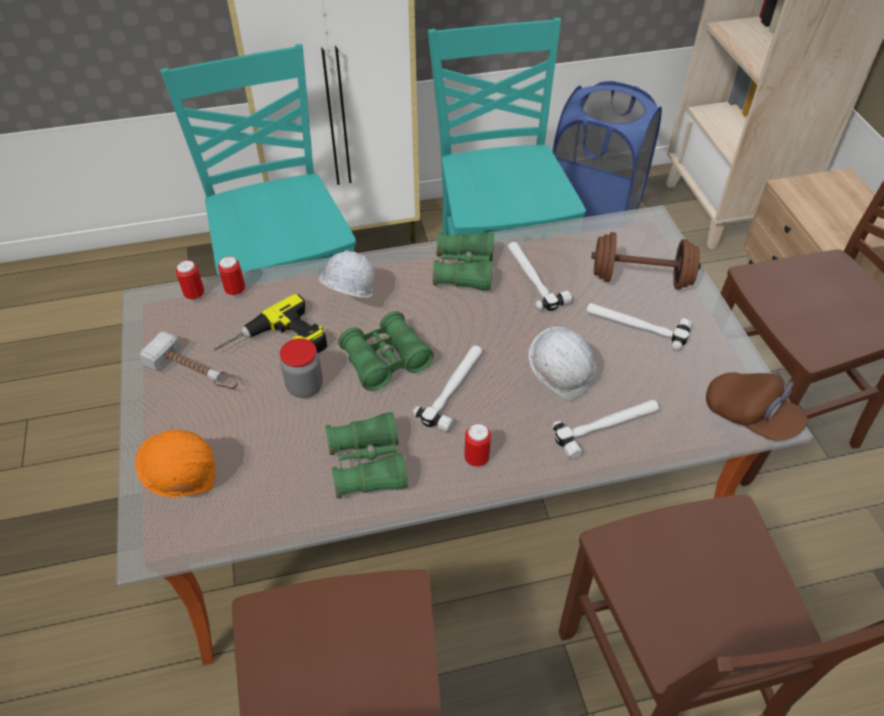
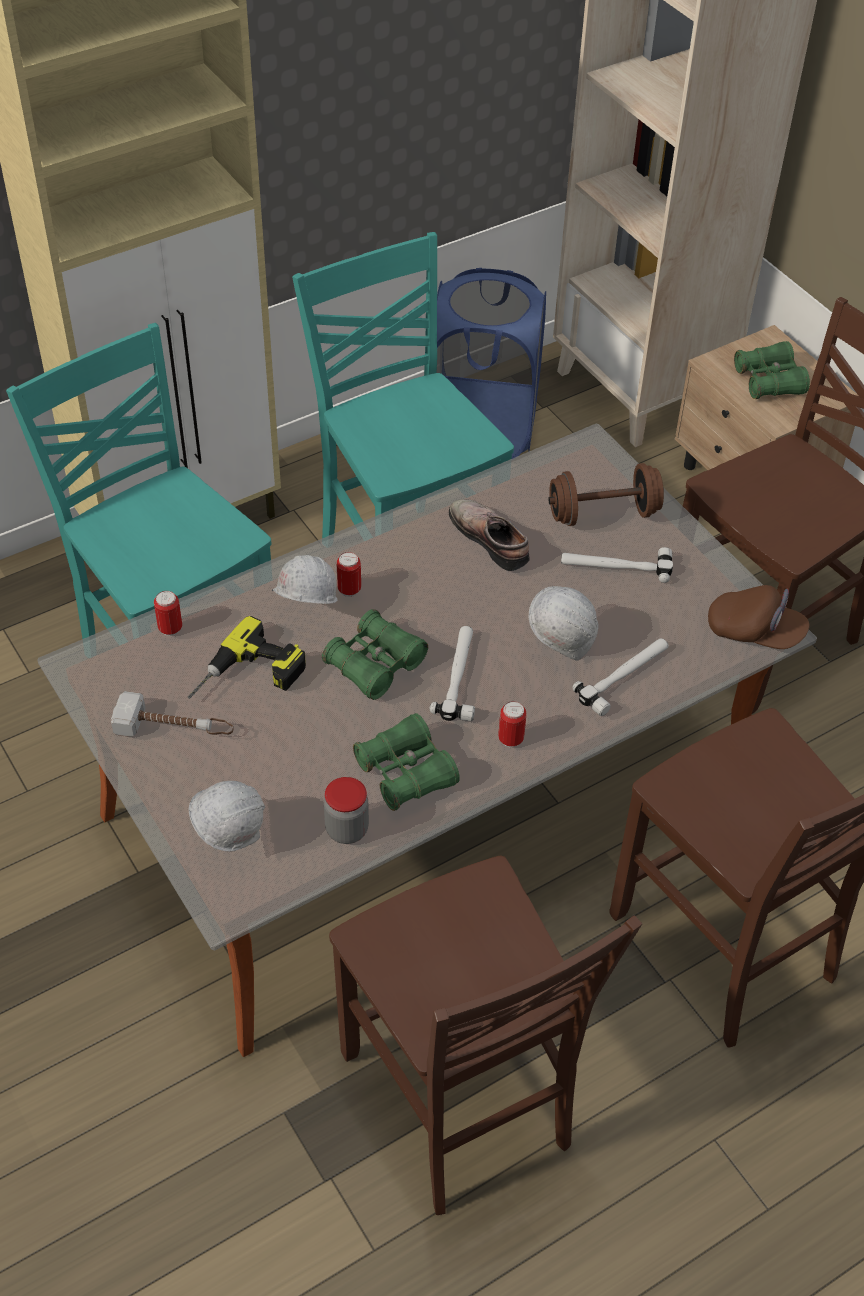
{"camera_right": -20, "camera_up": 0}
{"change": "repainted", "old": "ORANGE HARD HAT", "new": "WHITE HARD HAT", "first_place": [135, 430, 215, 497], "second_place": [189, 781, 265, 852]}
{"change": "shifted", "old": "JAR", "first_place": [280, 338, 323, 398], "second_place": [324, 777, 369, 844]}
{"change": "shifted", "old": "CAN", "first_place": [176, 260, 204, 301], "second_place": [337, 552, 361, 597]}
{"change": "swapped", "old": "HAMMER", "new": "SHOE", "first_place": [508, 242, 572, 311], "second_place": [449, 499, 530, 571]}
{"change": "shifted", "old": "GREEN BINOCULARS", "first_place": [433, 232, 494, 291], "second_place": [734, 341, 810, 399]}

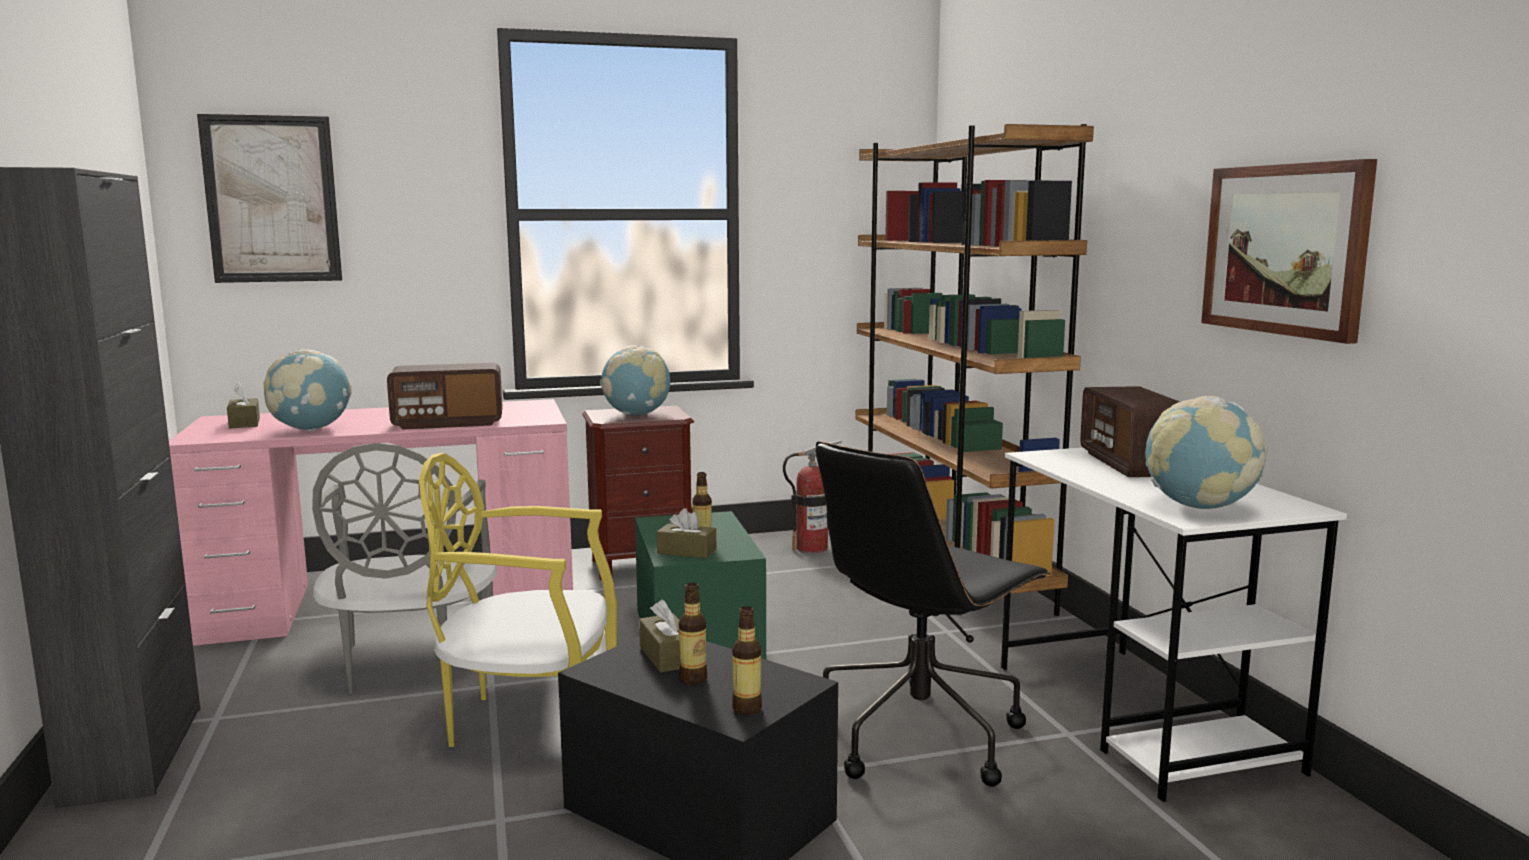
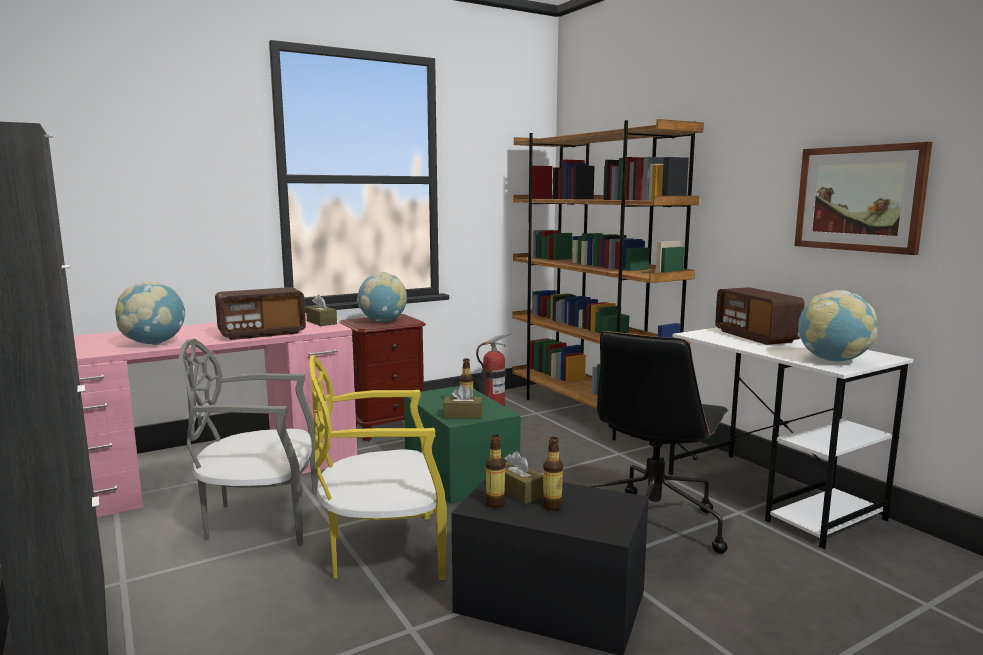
{"camera_right": -15, "camera_up": 0}
{"change": "rotated", "old": "GREY CHAIR", "first_place": [312, 443, 497, 694], "second_place": [179, 339, 318, 546], "degrees": 105}
{"change": "shifted", "old": "BROWN TISSUE BOX", "first_place": [227, 383, 260, 428], "second_place": [306, 295, 337, 326]}
{"change": "shifted", "old": "BOTTLE", "first_place": [732, 606, 762, 715], "second_place": [485, 435, 506, 508]}
{"change": "gone", "old": "PICTURE", "first_place": [197, 114, 342, 283]}

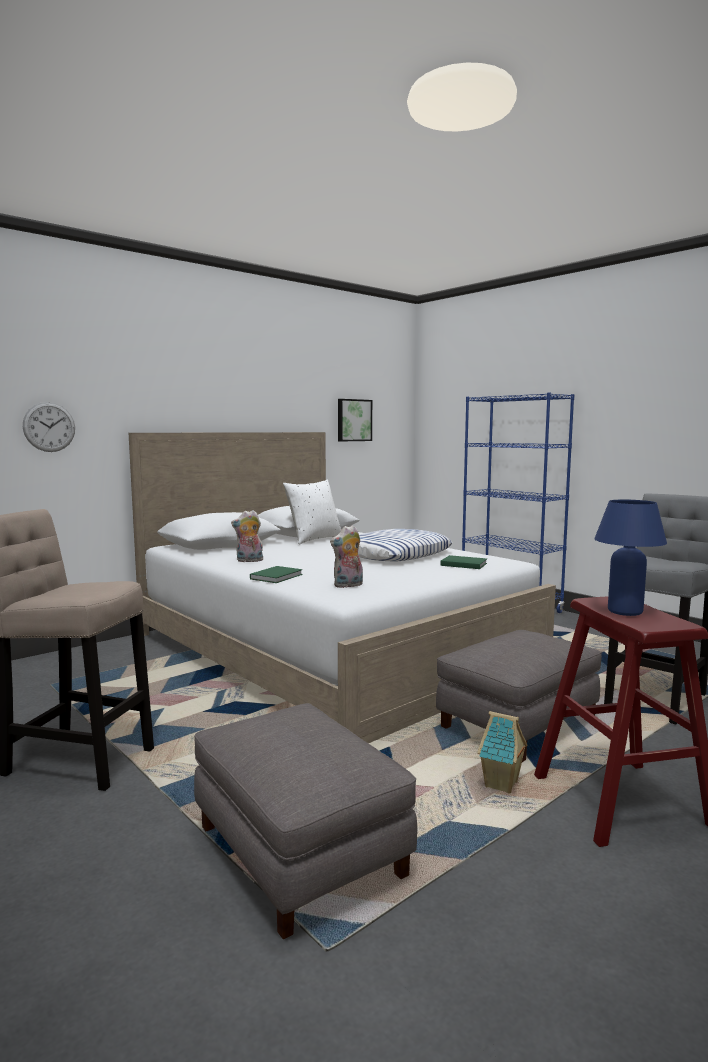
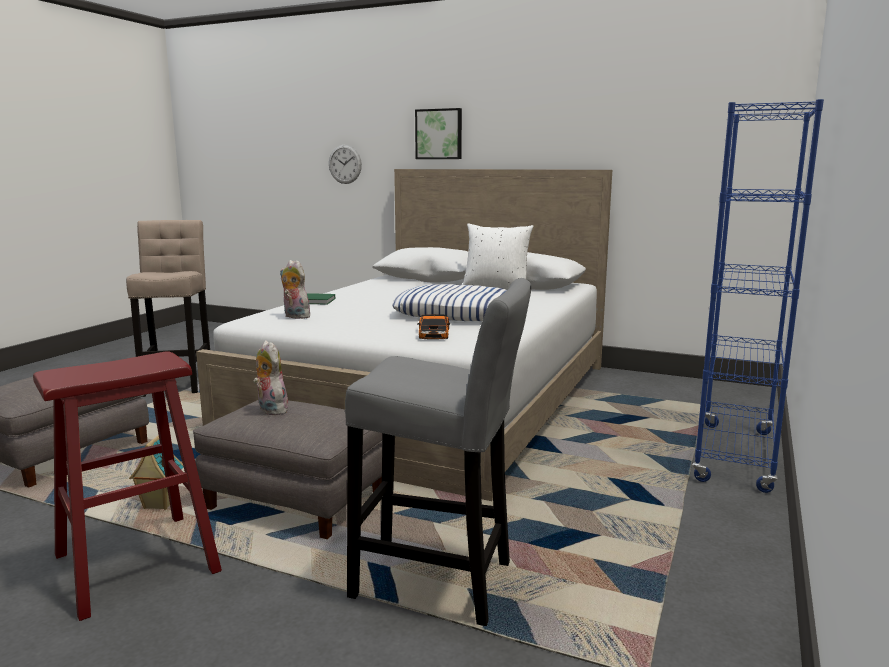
{"camera_right": 65, "camera_up": 5}
{"change": "shifted", "old": "PLUSH TOY", "first_place": [231, 510, 263, 562], "second_place": [253, 340, 288, 415]}
{"change": "shifted", "old": "PICTURE", "first_place": [338, 399, 372, 441], "second_place": [415, 108, 462, 159]}
{"change": "swapped", "old": "GREEN BOOK", "new": "TOY CAR", "first_place": [440, 555, 487, 569], "second_place": [417, 314, 450, 340]}
{"change": "gone", "old": "BLUE TABLE LAMP", "first_place": [594, 500, 667, 616]}

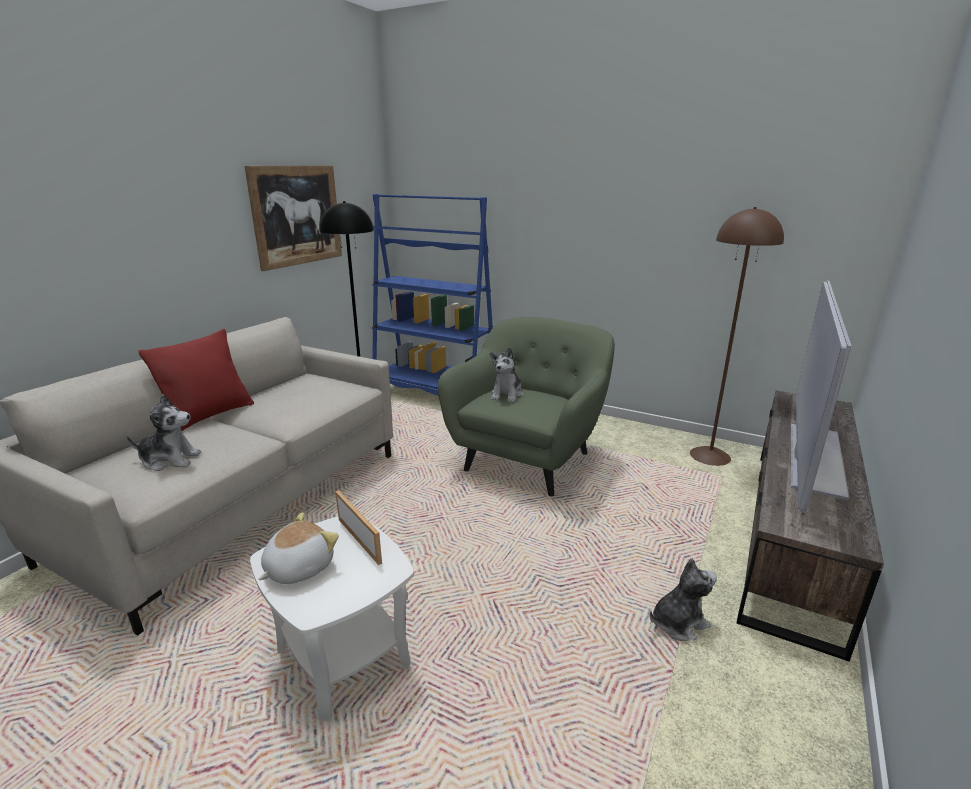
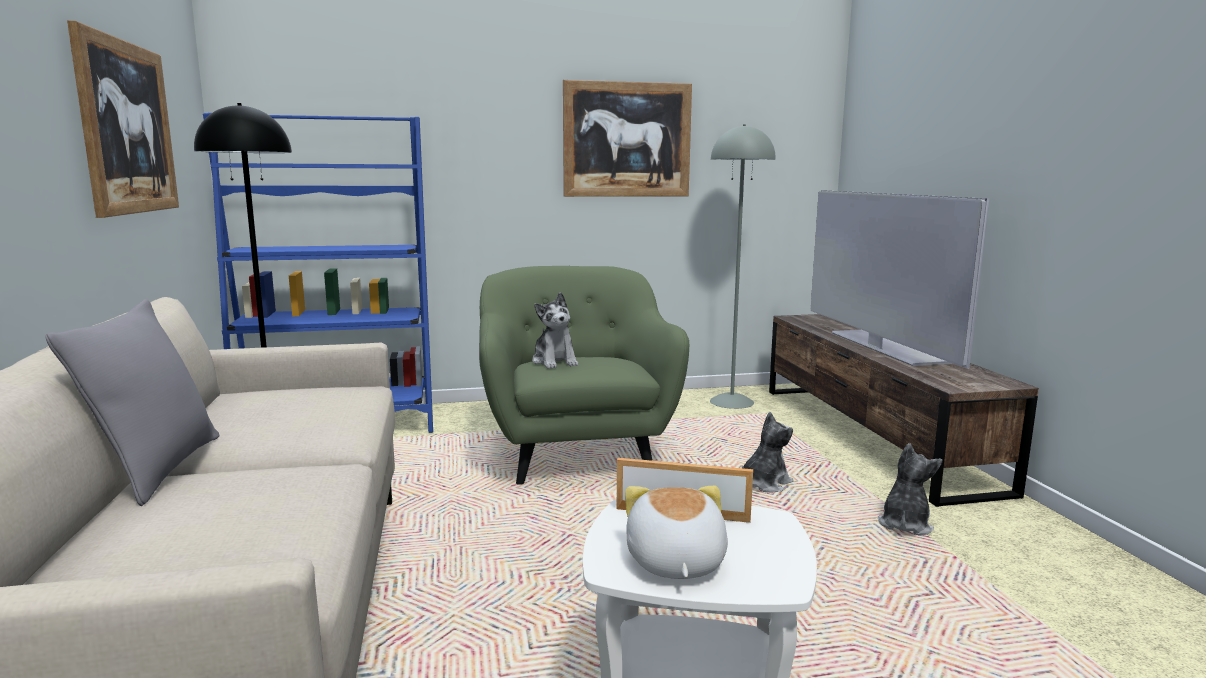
{"camera_right": -40, "camera_up": -10}
{"change": "repainted", "old": "RED PILLOW", "new": "GREY PILLOW", "first_place": [138, 329, 254, 431], "second_place": [45, 299, 220, 506]}
{"change": "new", "new": "PICTURE", "second_place": [563, 80, 692, 197]}
{"change": "repainted", "old": "BROWN FLOOR LAMP", "new": "GREY FLOOR LAMP", "first_place": [690, 207, 784, 466], "second_place": [710, 124, 776, 409]}
{"change": "shifted", "old": "PLUSH TOY", "first_place": [126, 394, 201, 471], "second_place": [742, 412, 793, 493]}

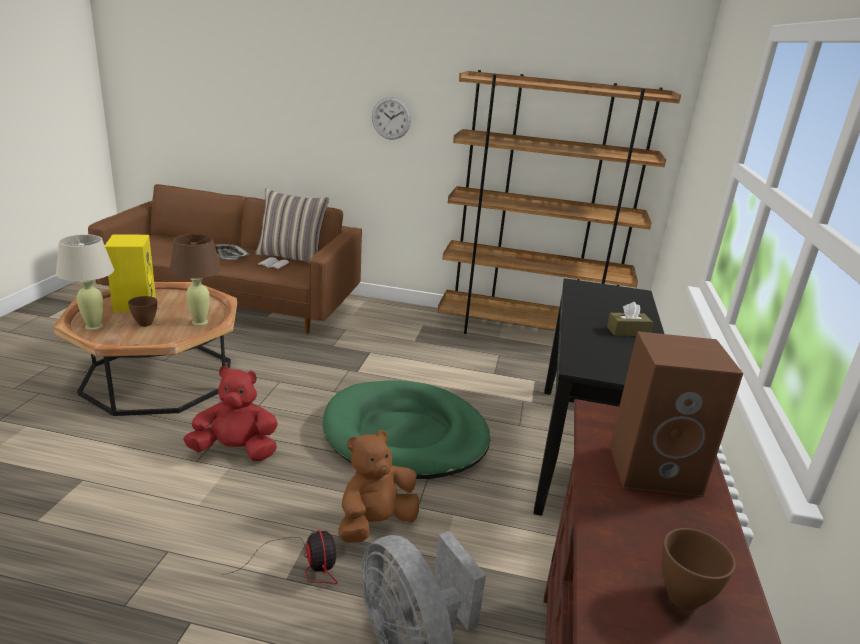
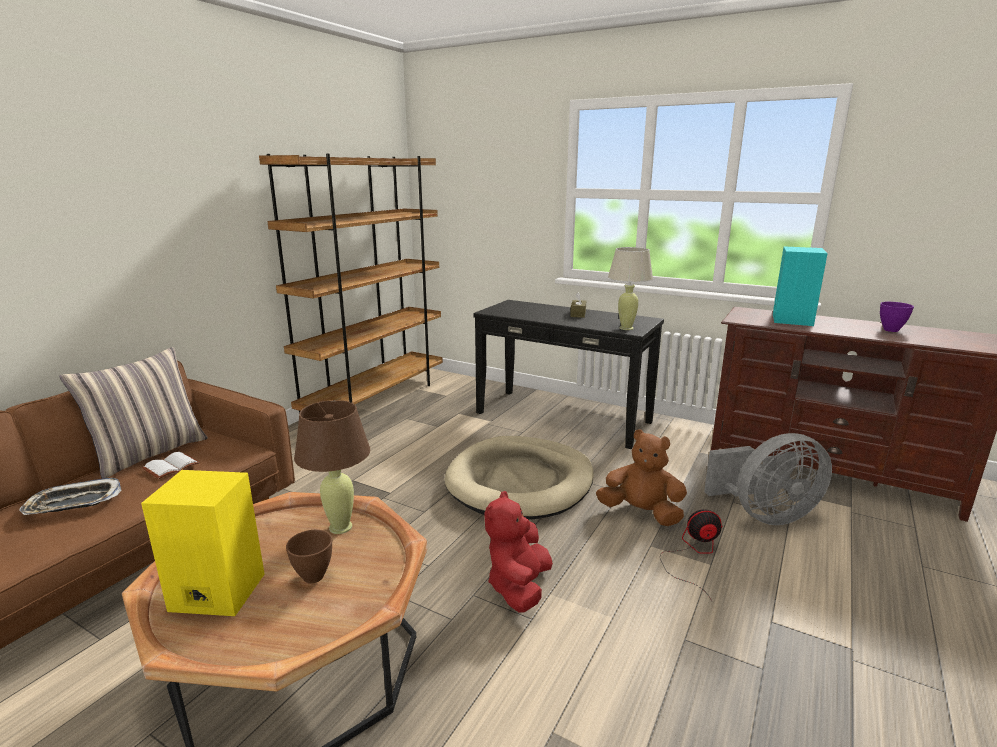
{"camera_right": -70, "camera_up": -5}
{"change": "repainted", "old": "GREEN DOG BED", "new": "BEIGE DOG BED", "first_place": [323, 380, 490, 479], "second_place": [445, 436, 594, 519]}
{"change": "rotated", "old": "BROWN PLUSH TOY", "first_place": [338, 430, 419, 543], "second_place": [596, 429, 687, 526], "degrees": 135}
{"change": "shifted", "old": "BEIGE TABLE LAMP", "first_place": [56, 234, 114, 330], "second_place": [608, 247, 653, 330]}
{"change": "repainted", "old": "BROWN SPEAKER", "new": "TURQUOISE SPEAKER", "first_place": [610, 331, 743, 497], "second_place": [773, 246, 828, 326]}
{"change": "repainted", "old": "BROWN BOWL", "new": "PURPLE BOWL", "first_place": [661, 528, 736, 611], "second_place": [880, 302, 914, 332]}
{"change": "gone", "old": "WALL CLOCK", "first_place": [372, 97, 411, 140]}

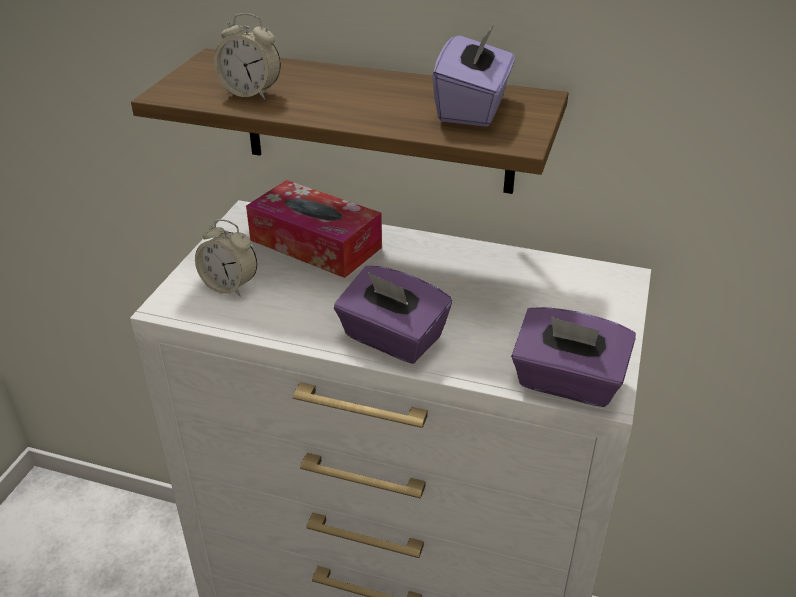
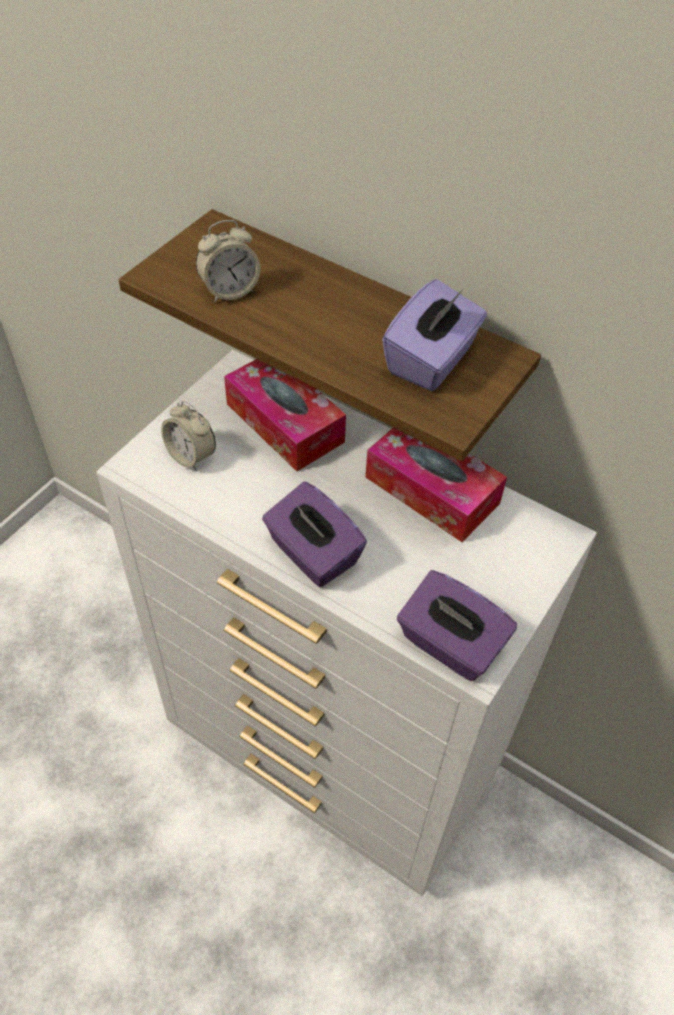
{"camera_right": 15, "camera_up": 15}
{"change": "rotated", "old": "ALARM CLOCK", "first_place": [214, 13, 281, 100], "second_place": [196, 220, 260, 302], "degrees": -60}
{"change": "new", "new": "TISSUE BOX", "second_place": [365, 427, 507, 542]}

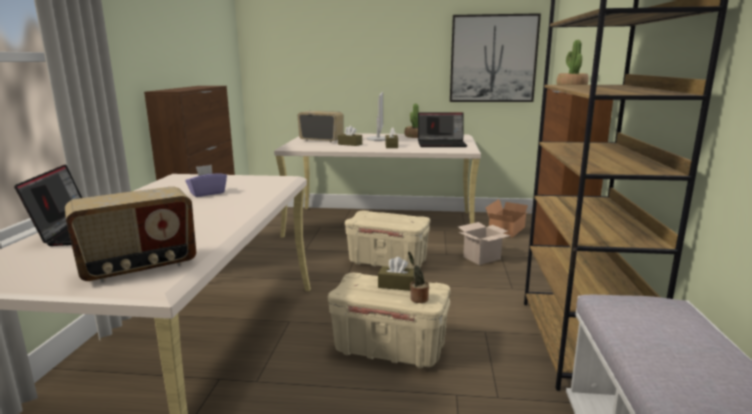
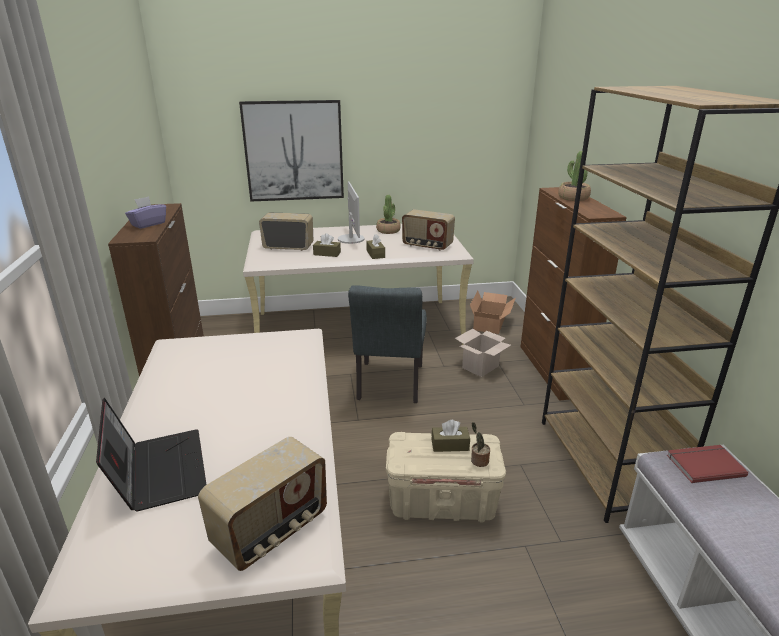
{"camera_right": -15, "camera_up": 10}
{"change": "shifted", "old": "PURPLE TISSUE BOX", "first_place": [185, 165, 227, 197], "second_place": [125, 196, 166, 229]}
{"change": "shifted", "old": "PICTURE", "first_place": [450, 13, 541, 102], "second_place": [239, 100, 344, 202]}
{"change": "swapped", "old": "BEIGE STORAGE BOX", "new": "GREY CHAIR", "first_place": [345, 210, 430, 269], "second_place": [348, 285, 427, 403]}
{"change": "swapped", "old": "LAPTOP", "new": "RADIO", "first_place": [418, 112, 467, 147], "second_place": [402, 209, 455, 251]}
{"change": "new", "new": "RED BOOK", "second_place": [667, 445, 748, 483]}

